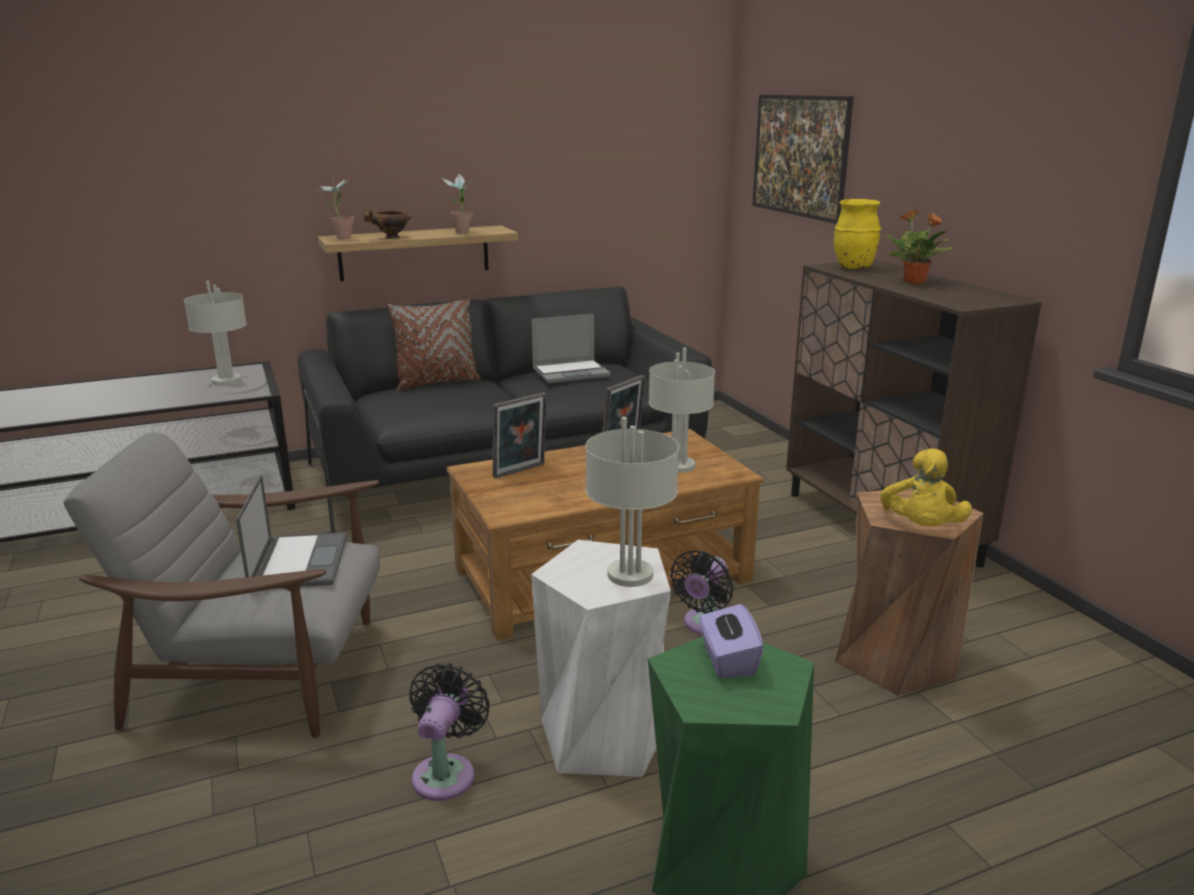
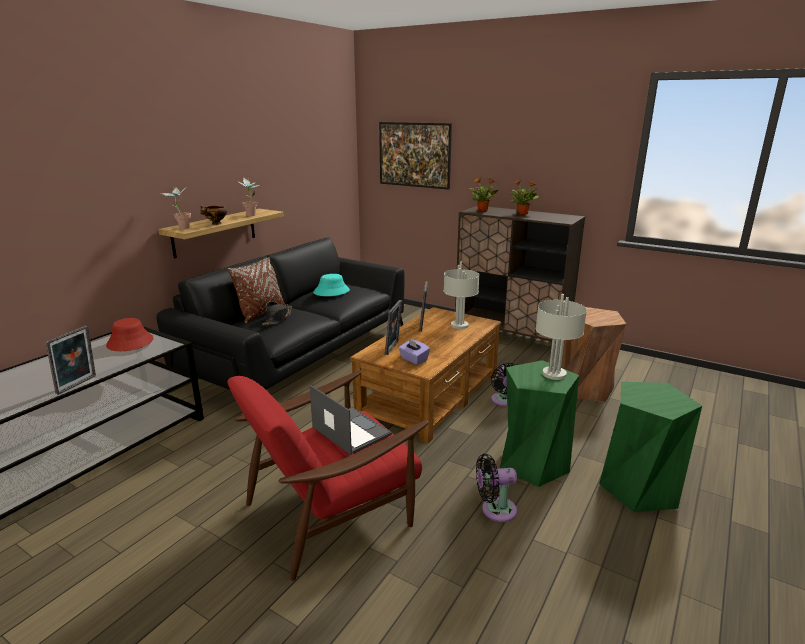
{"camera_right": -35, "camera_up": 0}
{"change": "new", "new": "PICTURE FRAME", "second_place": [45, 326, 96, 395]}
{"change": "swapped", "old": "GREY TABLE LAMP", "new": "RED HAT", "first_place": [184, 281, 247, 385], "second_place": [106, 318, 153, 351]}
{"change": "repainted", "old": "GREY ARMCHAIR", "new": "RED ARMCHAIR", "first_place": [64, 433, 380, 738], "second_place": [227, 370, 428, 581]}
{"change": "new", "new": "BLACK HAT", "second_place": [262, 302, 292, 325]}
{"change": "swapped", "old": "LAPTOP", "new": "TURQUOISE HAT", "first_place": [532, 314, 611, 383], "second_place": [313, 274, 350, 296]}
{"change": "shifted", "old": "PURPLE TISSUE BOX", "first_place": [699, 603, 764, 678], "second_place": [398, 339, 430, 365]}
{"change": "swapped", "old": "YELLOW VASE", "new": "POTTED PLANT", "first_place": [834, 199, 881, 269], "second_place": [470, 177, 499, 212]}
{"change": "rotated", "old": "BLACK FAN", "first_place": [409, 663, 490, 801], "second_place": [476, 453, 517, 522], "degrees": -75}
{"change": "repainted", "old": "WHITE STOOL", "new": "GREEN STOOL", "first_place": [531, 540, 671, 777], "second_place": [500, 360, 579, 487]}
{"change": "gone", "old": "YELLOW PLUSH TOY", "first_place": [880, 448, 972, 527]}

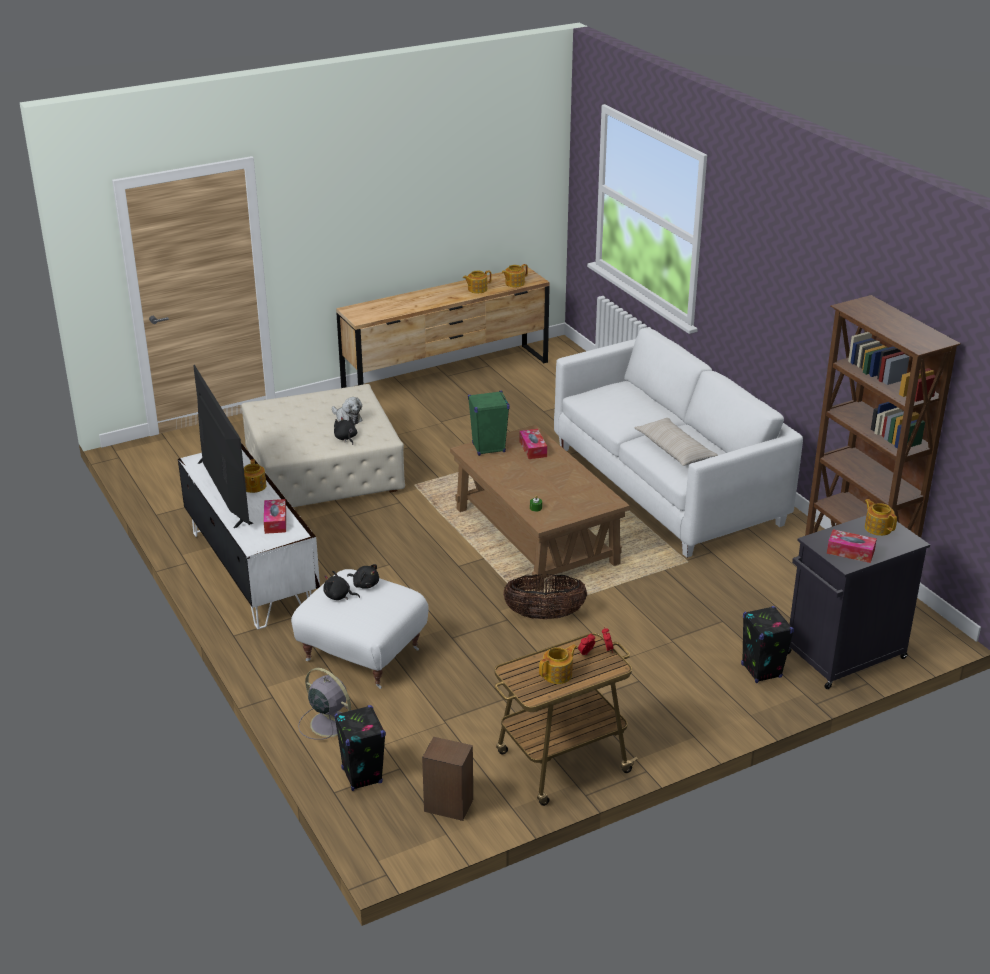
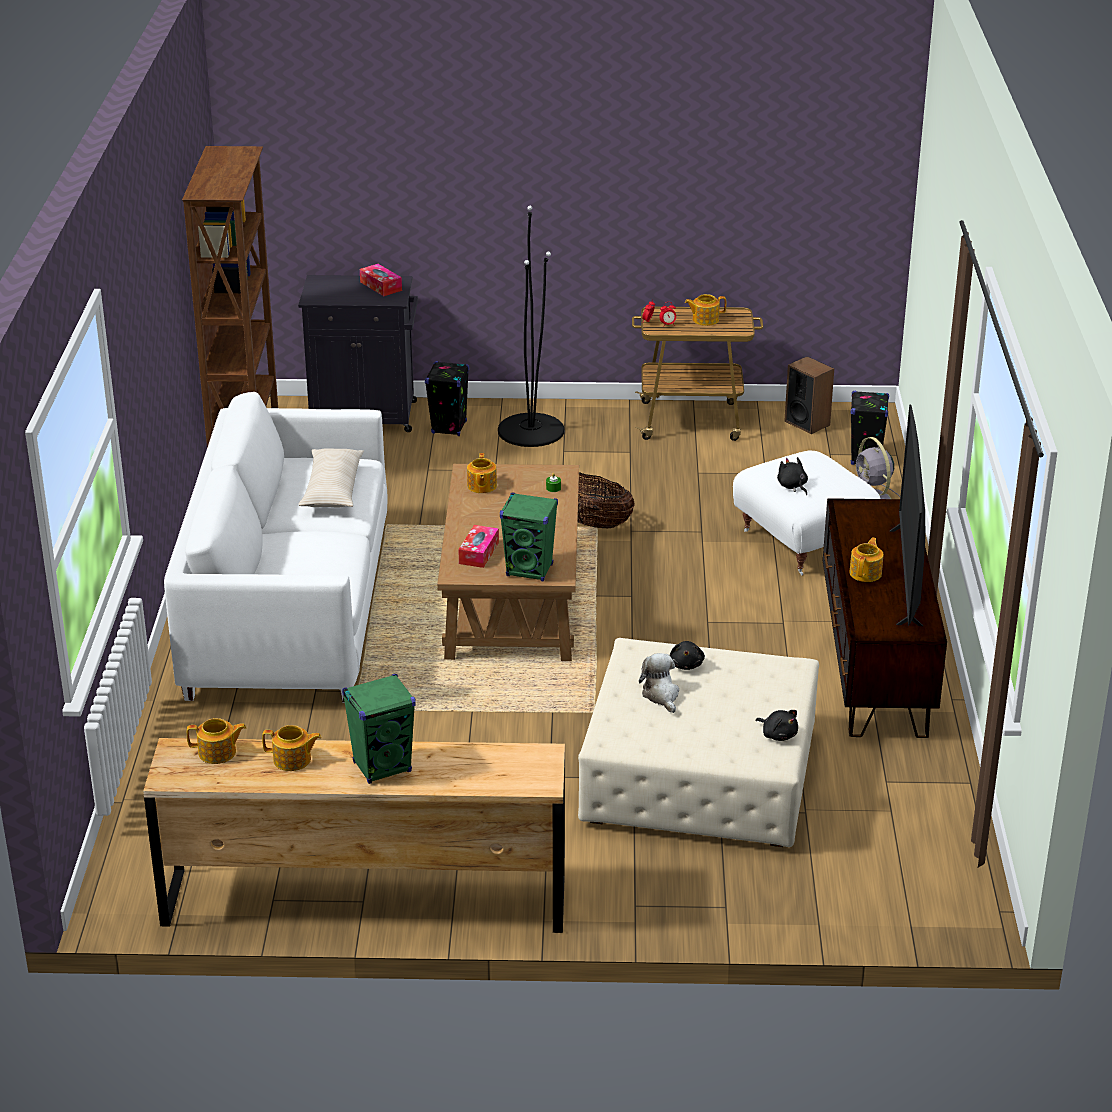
{"camera_right": -150, "camera_up": 0}
{"change": "new", "new": "GREEN SPEAKER", "second_place": [342, 674, 416, 784]}
{"change": "shifted", "old": "TEAPOT", "first_place": [865, 499, 897, 536], "second_place": [467, 453, 497, 493]}
{"change": "new", "new": "BLACK FLOOR LAMP", "second_place": [498, 206, 564, 447]}
{"change": "shifted", "old": "BLACK PLUSH TOY", "first_place": [323, 571, 360, 600], "second_place": [755, 710, 798, 741]}
{"change": "repainted", "old": "WHITE TV STAND", "new": "BROWN TV STAND", "first_place": [178, 443, 320, 629], "second_place": [823, 498, 947, 738]}
{"change": "gone", "old": "TISSUE BOX", "first_place": [264, 499, 286, 534]}

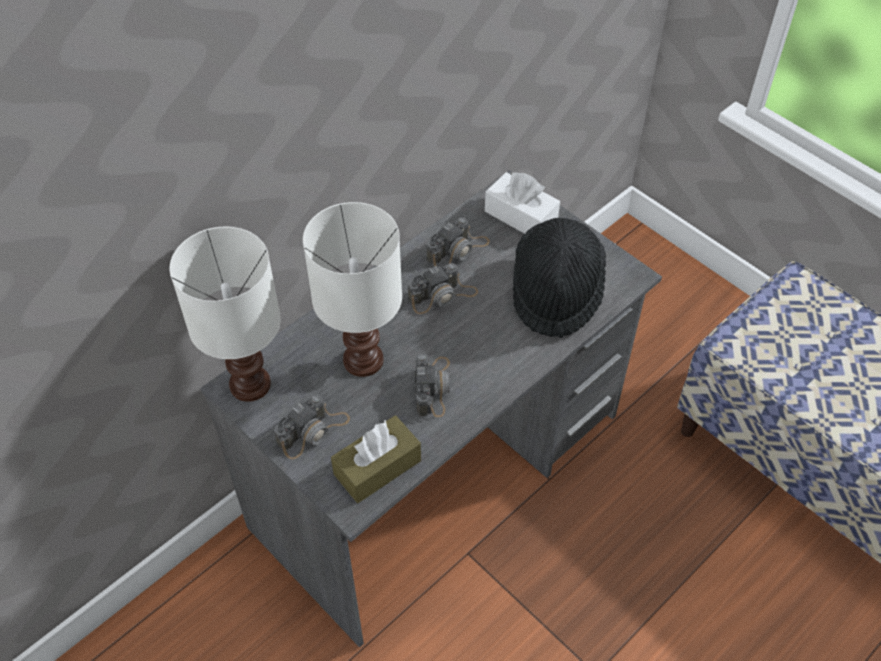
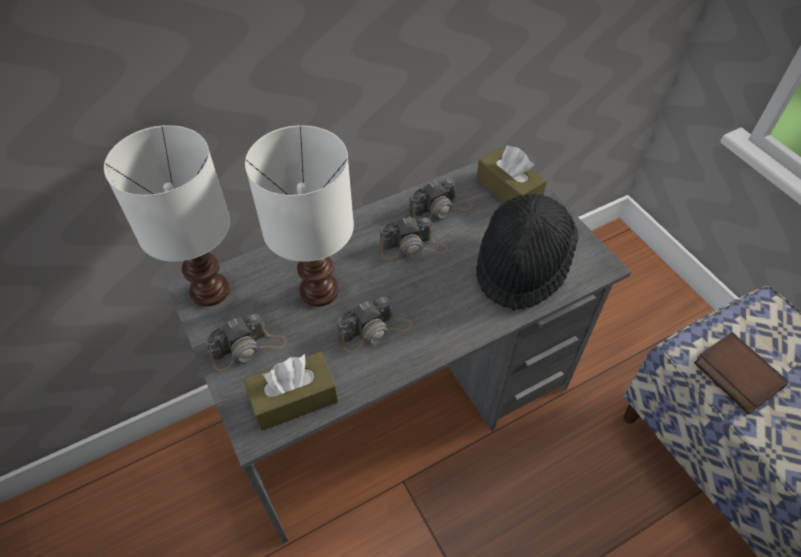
{"camera_right": 15, "camera_up": 0}
{"change": "rotated", "old": "PHOTO CAMERA", "first_place": [415, 354, 450, 417], "second_place": [337, 297, 412, 353], "degrees": 45}
{"change": "repainted", "old": "WHITE TISSUE BOX", "new": "BROWN TISSUE BOX", "first_place": [485, 172, 560, 234], "second_place": [476, 145, 547, 203]}
{"change": "new", "new": "BOOK", "second_place": [694, 332, 788, 414]}

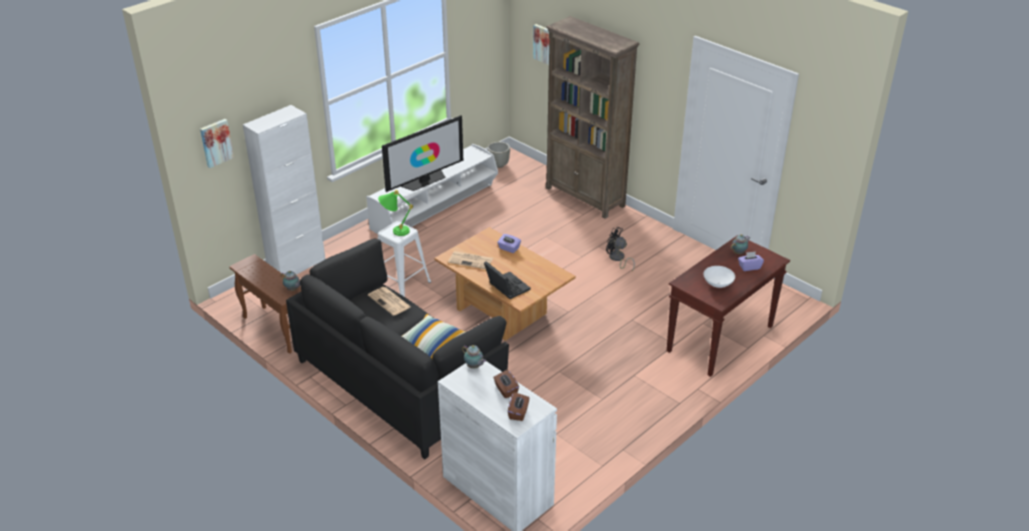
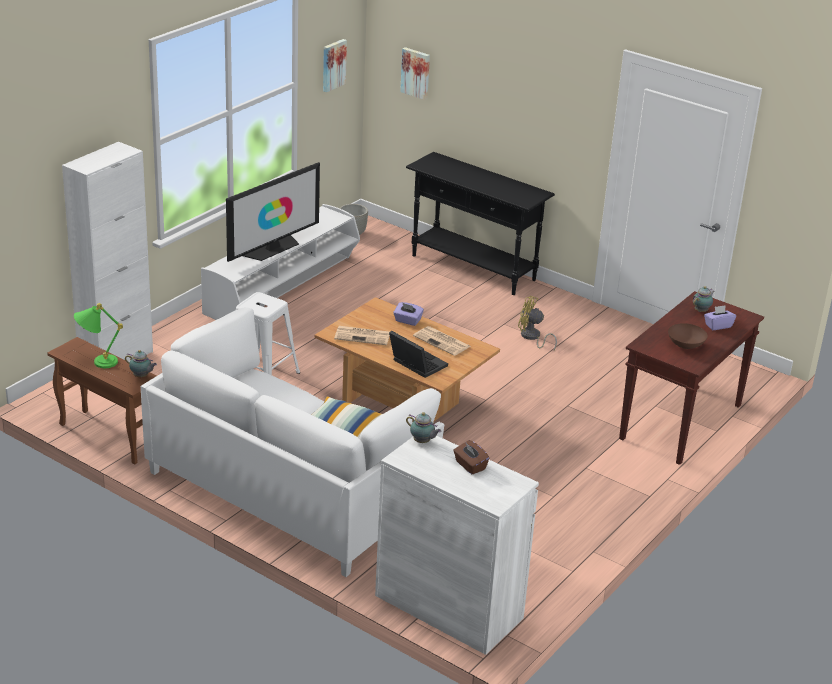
{"camera_right": -10, "camera_up": -5}
{"change": "shifted", "old": "GREEN TABLE LAMP", "first_place": [378, 190, 413, 236], "second_place": [74, 303, 123, 368]}
{"change": "repainted", "old": "BLACK SOFA", "new": "WHITE SOFA", "first_place": [286, 239, 509, 459], "second_place": [141, 307, 444, 577]}
{"change": "shifted", "old": "PICTURE", "first_place": [200, 119, 234, 168], "second_place": [323, 39, 347, 92]}
{"change": "swapped", "old": "BROWN BOOKCASE", "new": "BLACK CONSOLE TABLE", "first_place": [546, 16, 640, 219], "second_place": [406, 152, 555, 295]}
{"change": "shifted", "old": "NEWSPAPER", "first_place": [368, 287, 411, 316], "second_place": [413, 326, 470, 356]}
{"change": "repainted", "old": "BLACK FAN", "new": "YELLOW FAN", "first_place": [606, 227, 635, 271], "second_place": [518, 296, 557, 350]}
{"change": "repainted", "old": "WHITE BOWL", "new": "BROWN BOWL", "first_place": [703, 266, 735, 288], "second_place": [668, 323, 708, 349]}
{"change": "gone", "old": "BROWN TISSUE BOX", "first_place": [508, 392, 529, 421]}

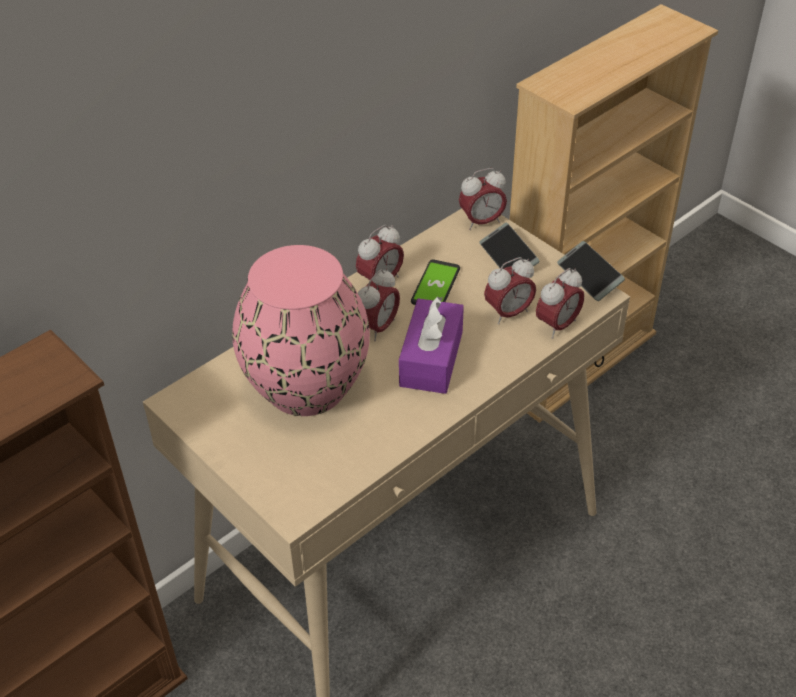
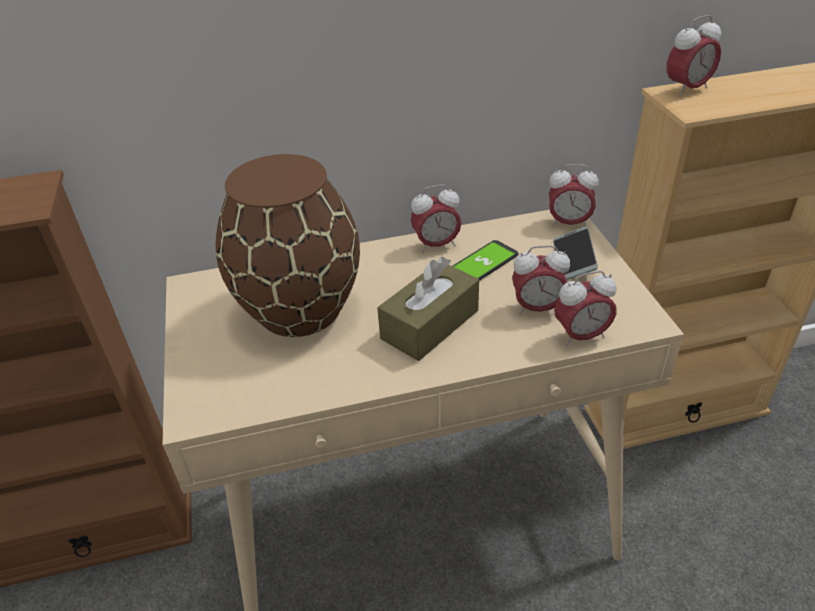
{"camera_right": 30, "camera_up": -5}
{"change": "repainted", "old": "PINK VASE", "new": "BROWN VASE", "first_place": [232, 245, 370, 416], "second_place": [216, 154, 360, 337]}
{"change": "repainted", "old": "PURPLE TISSUE BOX", "new": "BROWN TISSUE BOX", "first_place": [399, 296, 464, 394], "second_place": [377, 257, 479, 361]}
{"change": "shifted", "old": "ALARM CLOCK", "first_place": [358, 269, 400, 341], "second_place": [666, 15, 721, 97]}
{"change": "gone", "old": "PHONE", "first_place": [557, 241, 625, 301]}

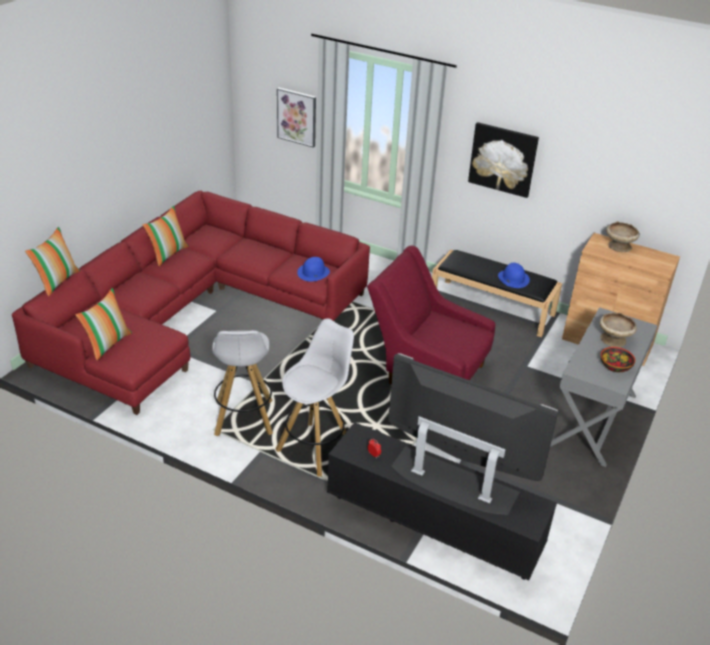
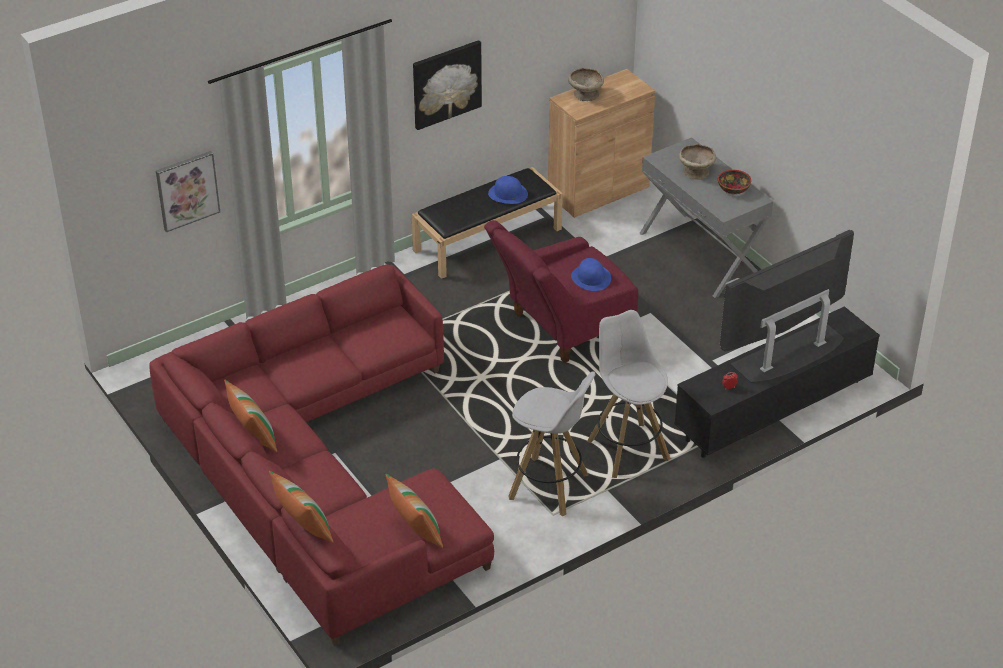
{"camera_right": -60, "camera_up": 5}
{"change": "shifted", "old": "BLUE HAT", "first_place": [297, 257, 330, 282], "second_place": [571, 258, 611, 291]}

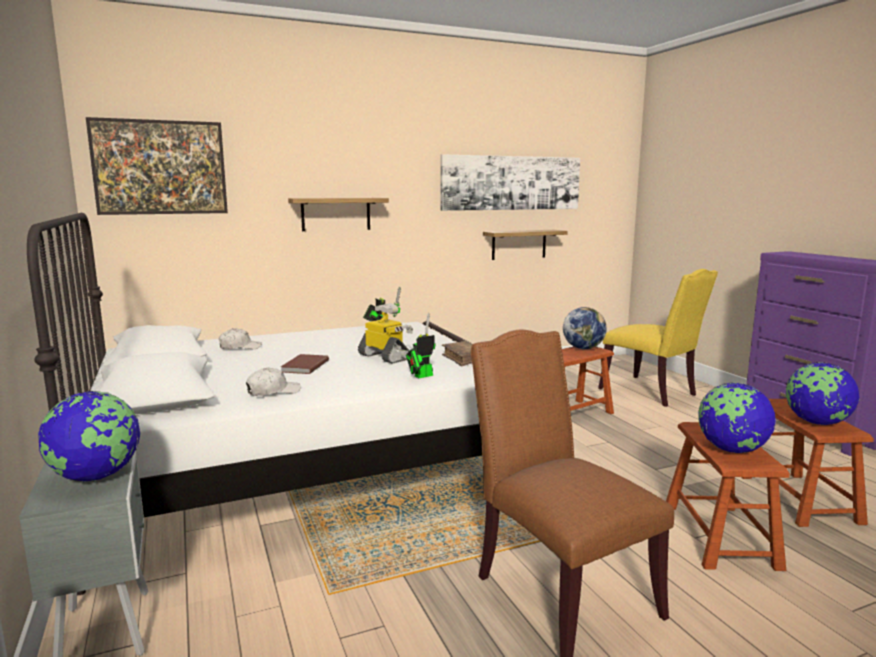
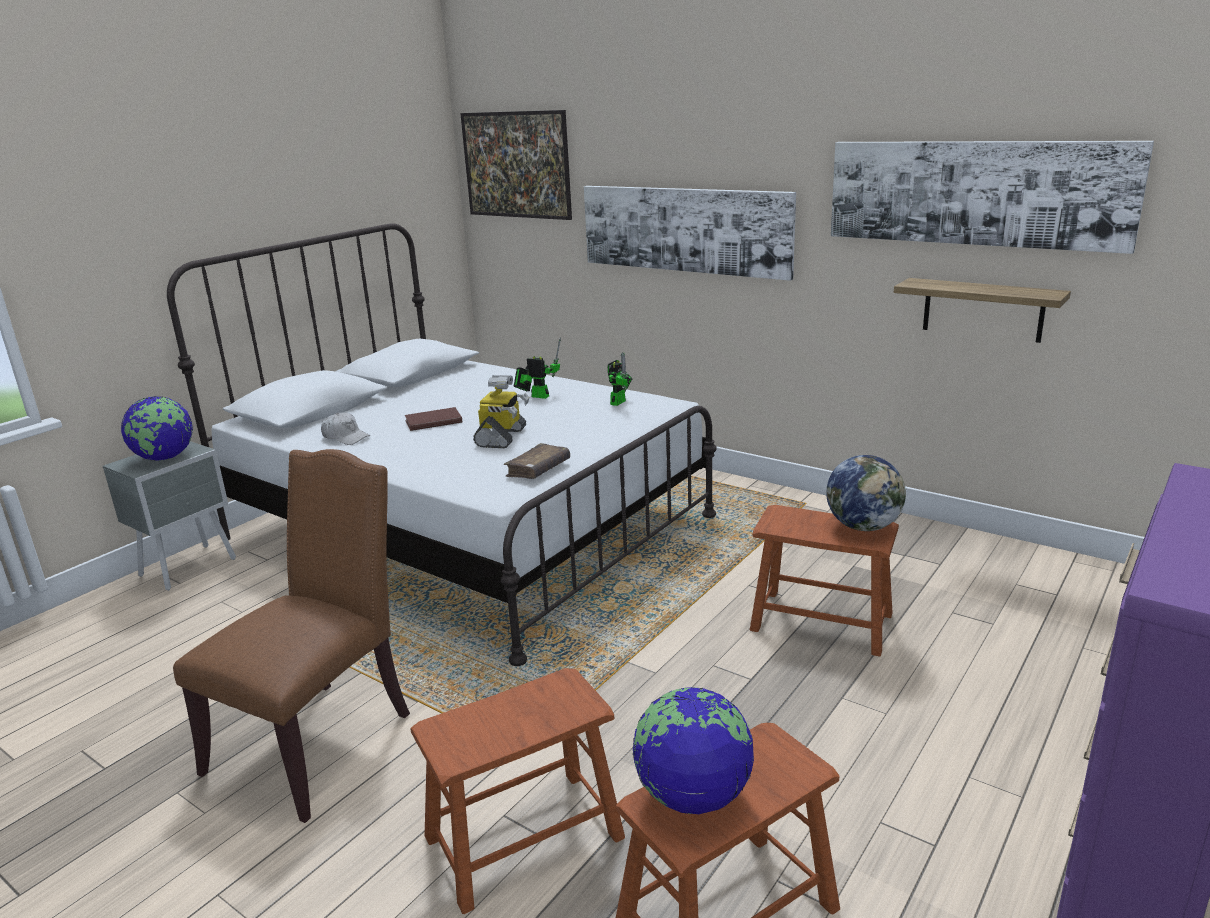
{"camera_right": 60, "camera_up": 10}
{"change": "shifted", "old": "TOY ROBOT", "first_place": [406, 313, 436, 378], "second_place": [514, 337, 561, 399]}
{"change": "swapped", "old": "SHELF", "new": "PICTURE", "first_place": [288, 198, 389, 231], "second_place": [584, 186, 796, 281]}
{"change": "gone", "old": "WHITE CAP", "first_place": [219, 328, 262, 349]}
{"change": "gone", "old": "YELLOW CHAIR", "first_place": [598, 269, 718, 407]}
{"change": "gone", "old": "GLOBE", "first_place": [698, 383, 776, 453]}

